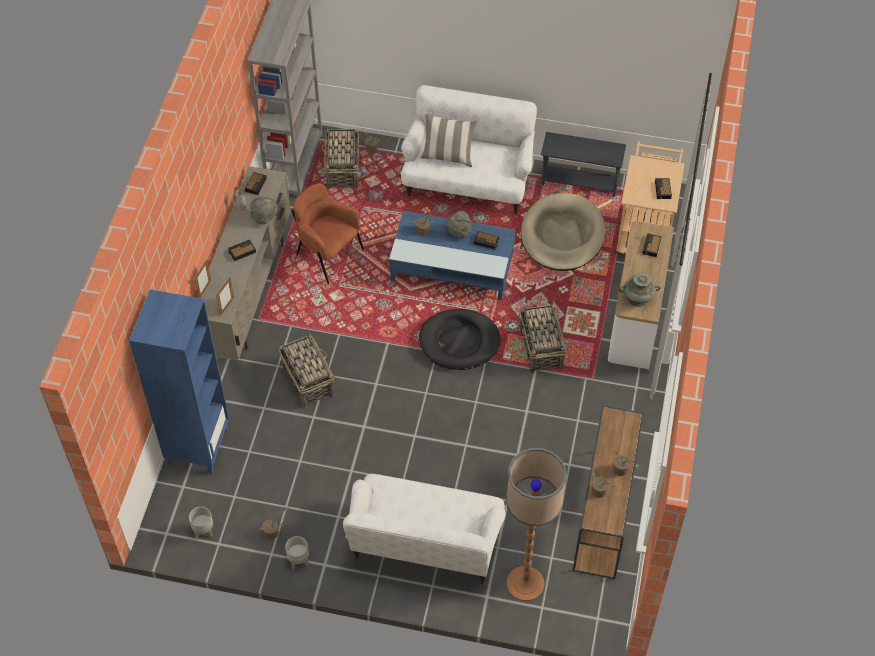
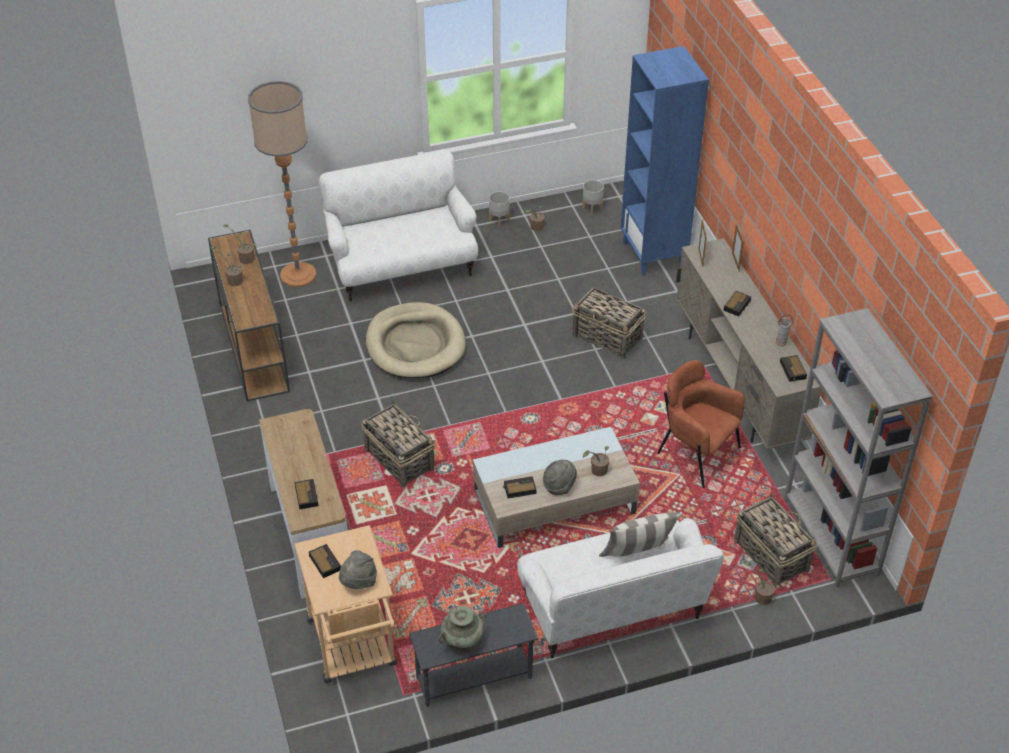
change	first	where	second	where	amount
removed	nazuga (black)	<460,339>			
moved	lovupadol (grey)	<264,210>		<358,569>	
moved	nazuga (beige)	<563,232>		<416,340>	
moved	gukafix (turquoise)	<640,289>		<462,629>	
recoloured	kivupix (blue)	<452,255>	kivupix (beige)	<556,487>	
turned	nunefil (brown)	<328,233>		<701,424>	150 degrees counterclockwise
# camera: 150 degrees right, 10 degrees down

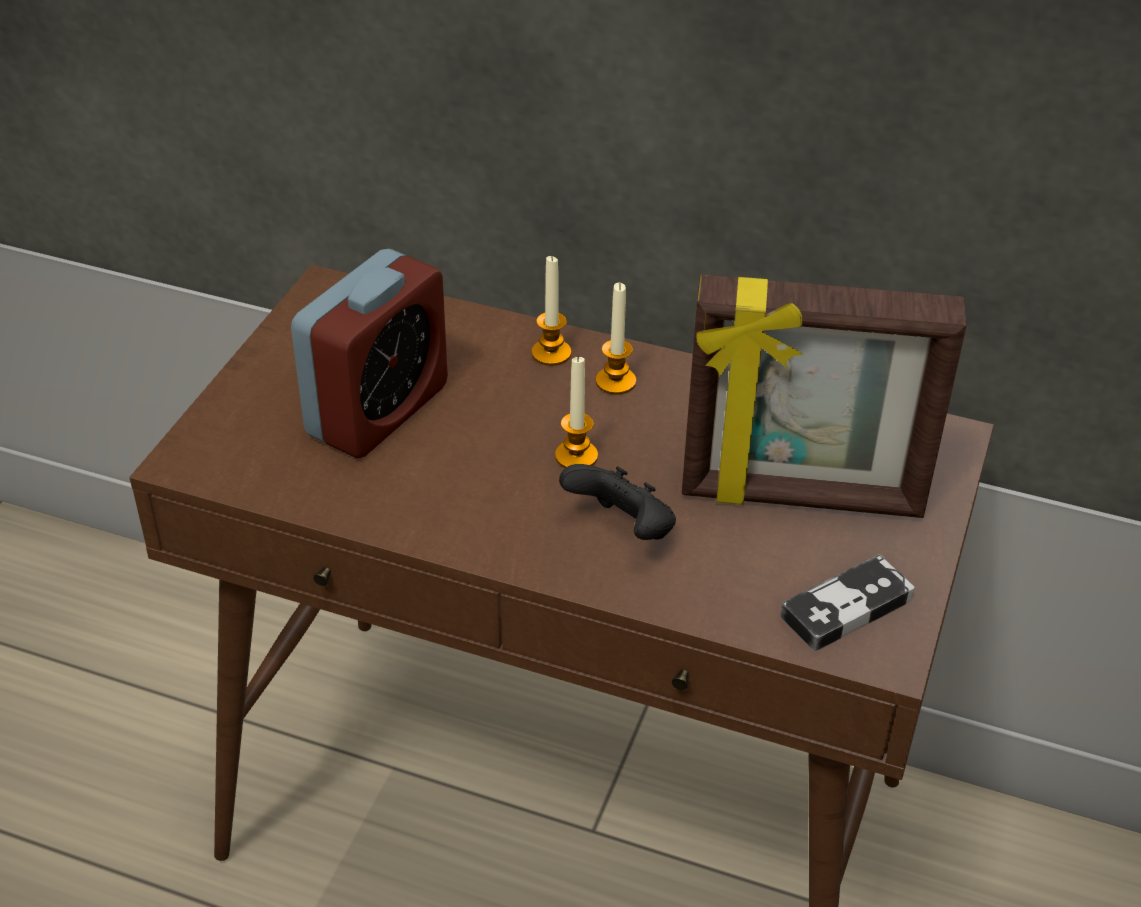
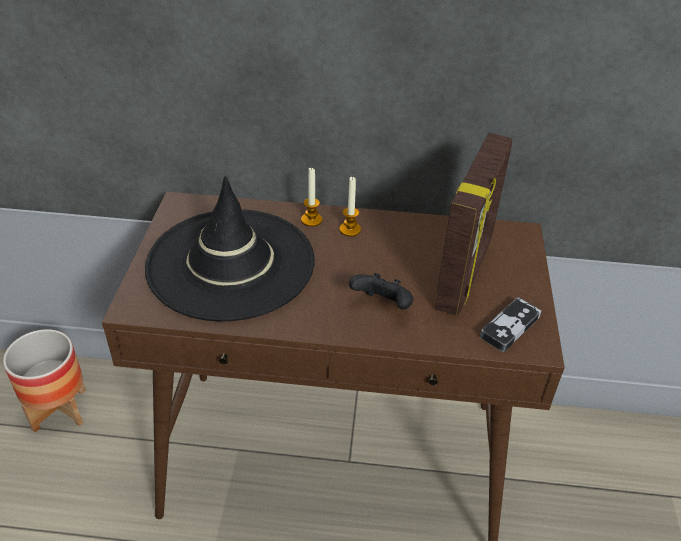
change	first	where	second	where	amount
removed	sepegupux	<576,412>			
added			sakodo	<44,380>	
replaced	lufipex	<369,353>	lovupadol (black)	<230,248>	
turned	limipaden	<824,396>		<473,224>	60 degrees counterclockwise
# camera: 15 degrees left, 0 degrees up

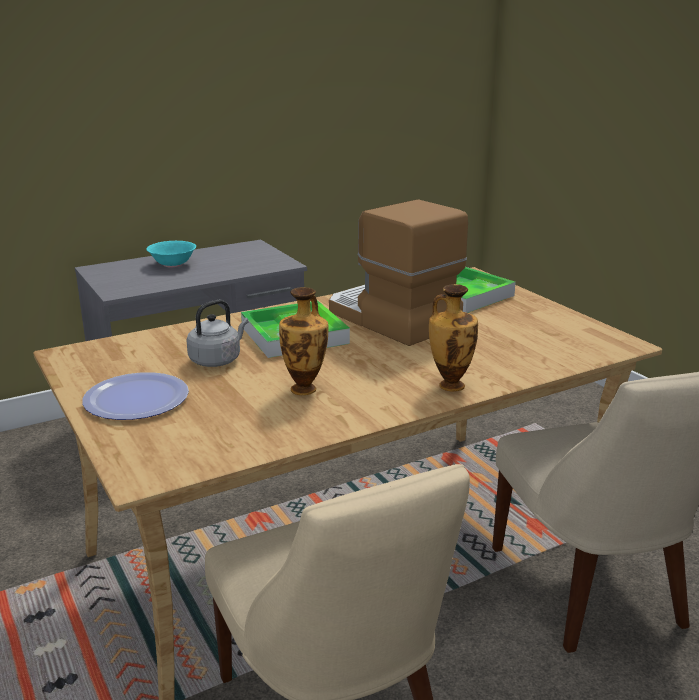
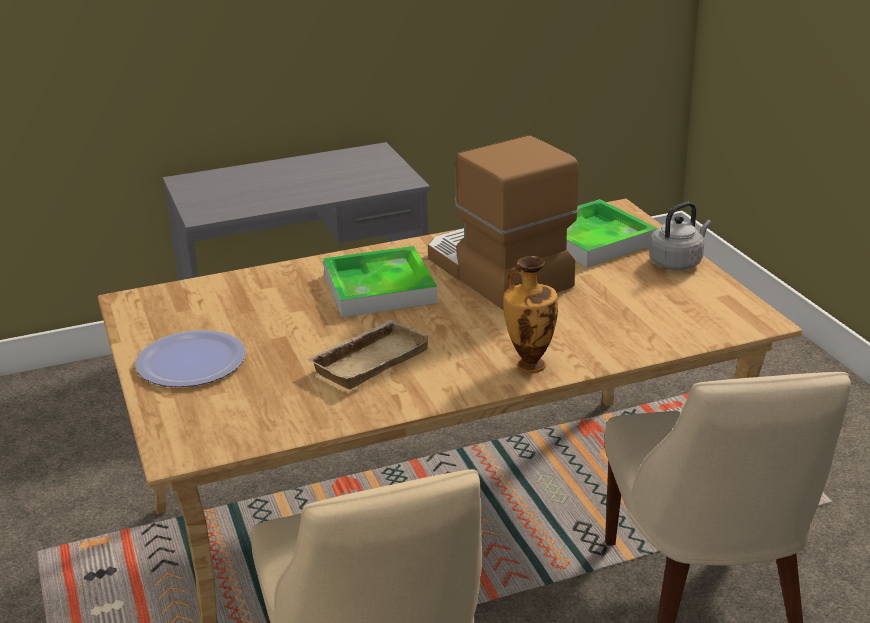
change	first	where	second	where	amount
removed	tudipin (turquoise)	<171,254>			
moved	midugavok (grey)	<217,333>		<680,236>	
replaced	gukafix	<303,341>	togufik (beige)	<369,354>	
# camera: 10 degrees right, 5 degrees up

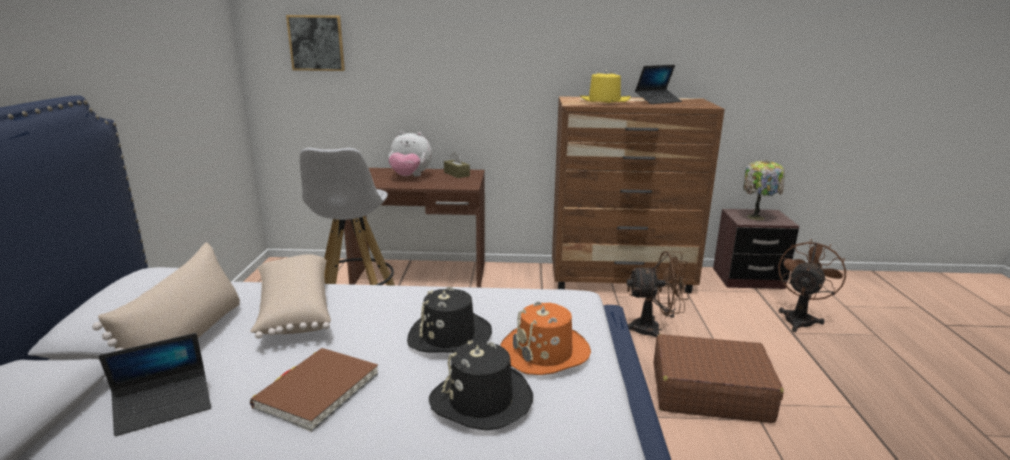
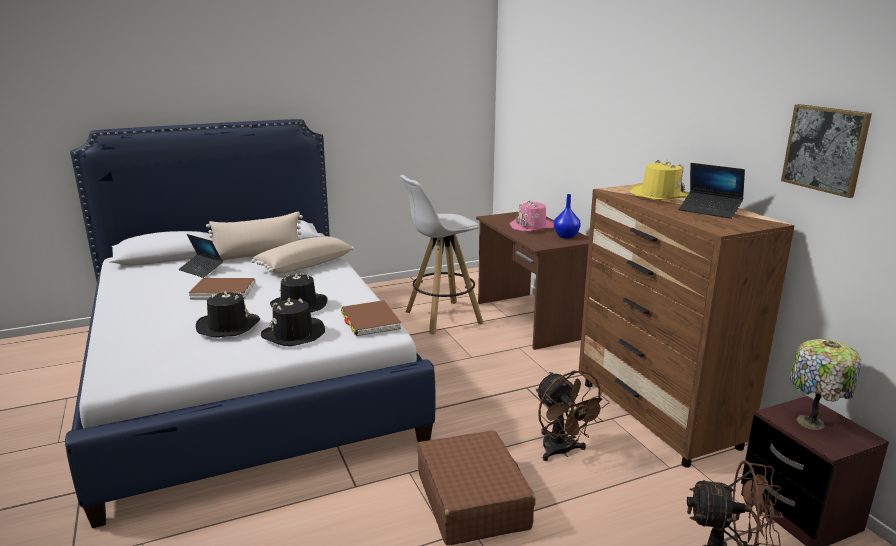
change	first	where	second	where	amount
added			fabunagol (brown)	<371,318>	
moved	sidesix	<315,43>		<826,151>	
replaced	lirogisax	<410,154>	lovupadol (pink)	<532,215>	
replaced	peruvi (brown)	<457,165>	gukafix (blue)	<567,216>	
recoloured	lovupadol (orange)	<545,338>	lovupadol (black)	<293,322>	
# camera: 65 degrees right, 0 degrees up

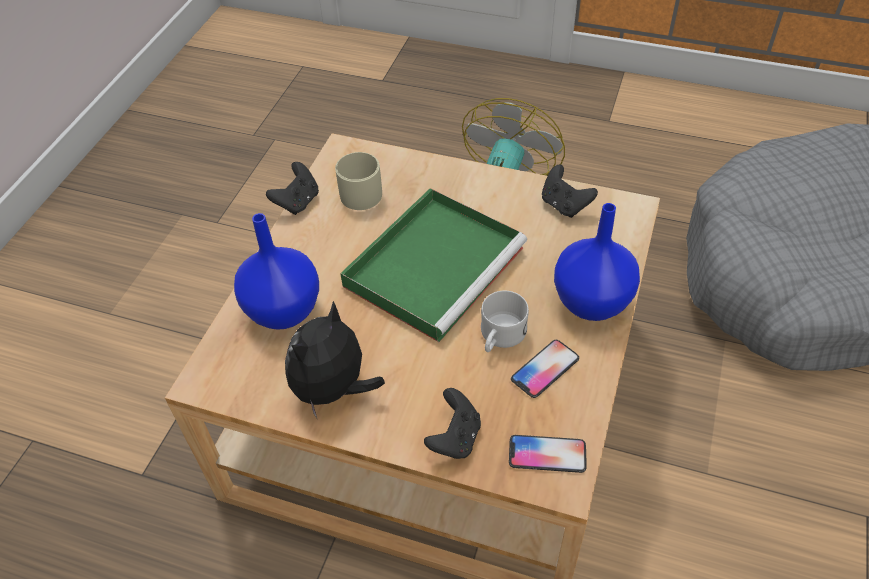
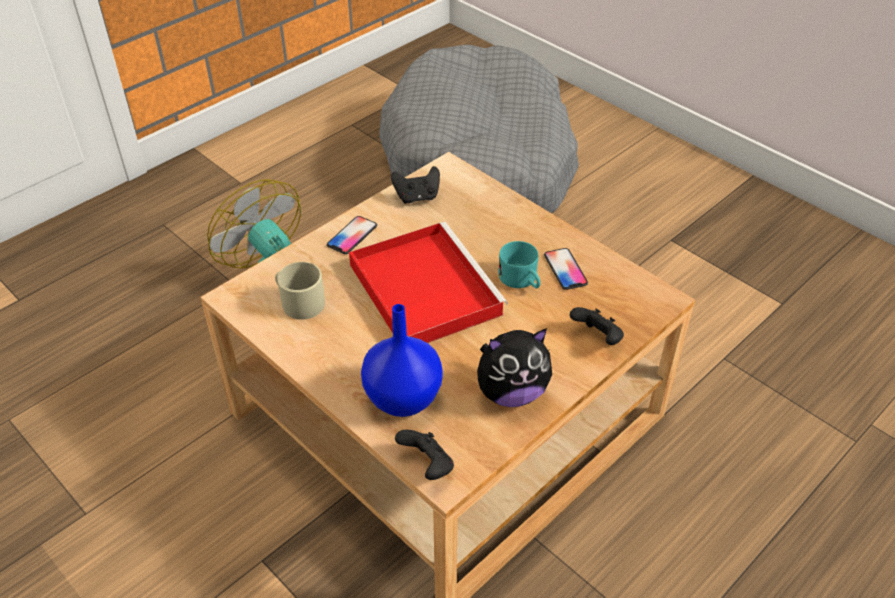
change	first	where	second	where	amount
removed	gukafix (blue)	<597,262>			
moved	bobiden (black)	<292,188>		<424,455>	
moved	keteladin	<548,454>		<352,235>	
recoloured	togufik (green)	<433,265>	togufik (red)	<428,282>	
recoloured	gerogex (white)	<505,321>	gerogex (turquoise)	<519,264>	
turned	lirogisax	<335,359>		<514,367>	75 degrees counterclockwise
# camera: 65 degrees left, 5 degrees down

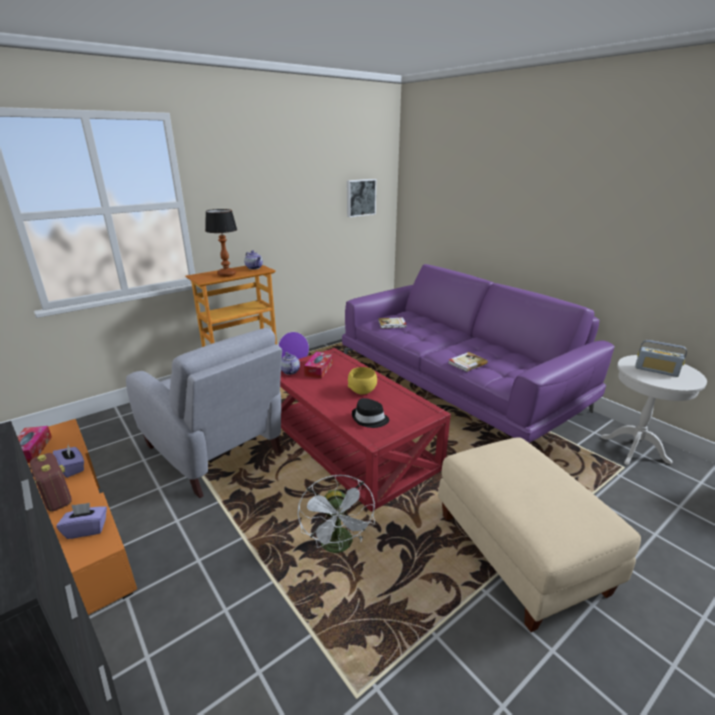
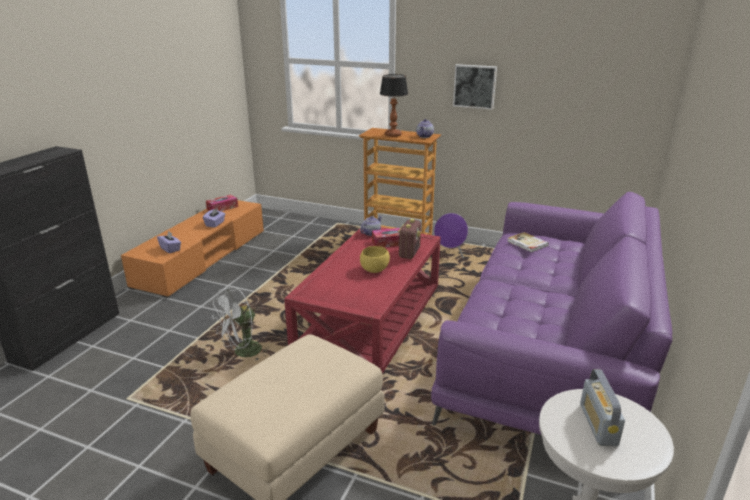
change	first	where	second	where	amount
removed	nunefil (grey)	<204,413>			
removed	lovupadol (black)	<370,413>			
removed	fabunagol	<468,362>			
moved	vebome	<51,482>		<409,239>	
moved	sidesix	<361,198>		<475,86>	
# camera: 60 degrees right, 0 degrees up

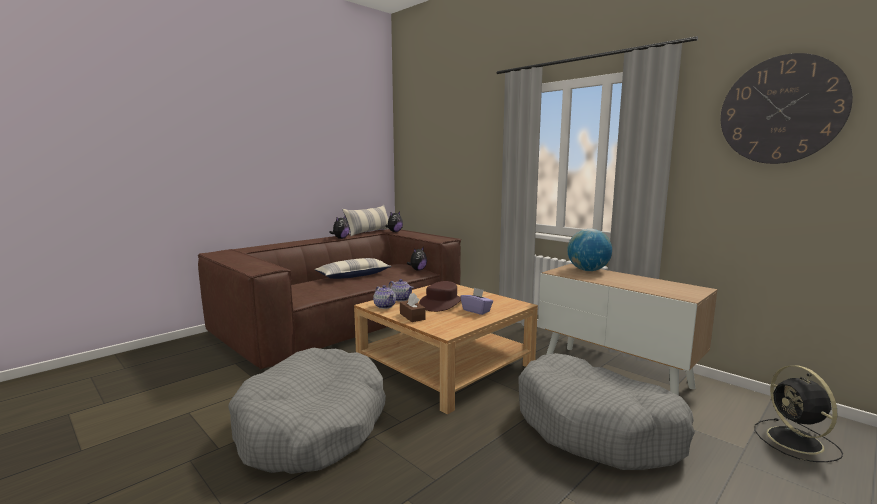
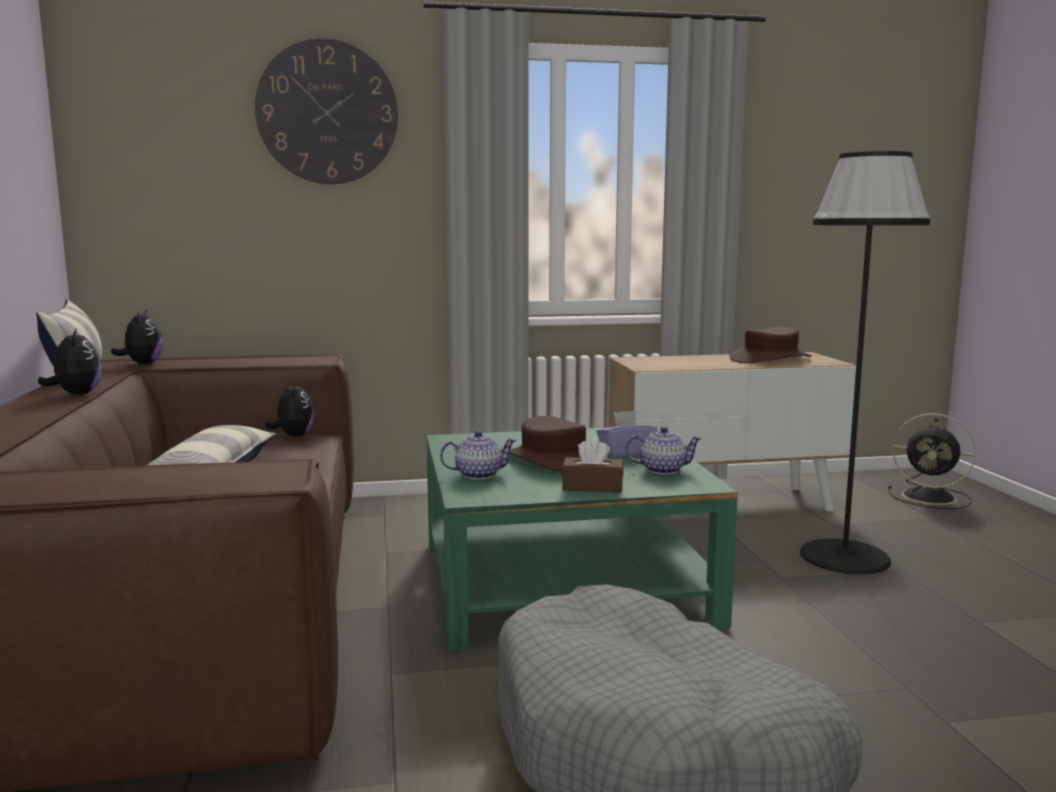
change	first	where	second	where	amount
removed	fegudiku	<589,250>			
added			lovupadol (brown)	<770,345>	
moved	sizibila	<384,297>		<664,450>	
moved	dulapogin	<787,108>		<326,111>	
replaced	nazuga (grey)	<606,411>	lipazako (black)	<865,362>	
recoloured	kivupix (beige)	<446,349>	kivupix (green)	<582,539>	
# camera: 55 degrees left, 0 degrees up

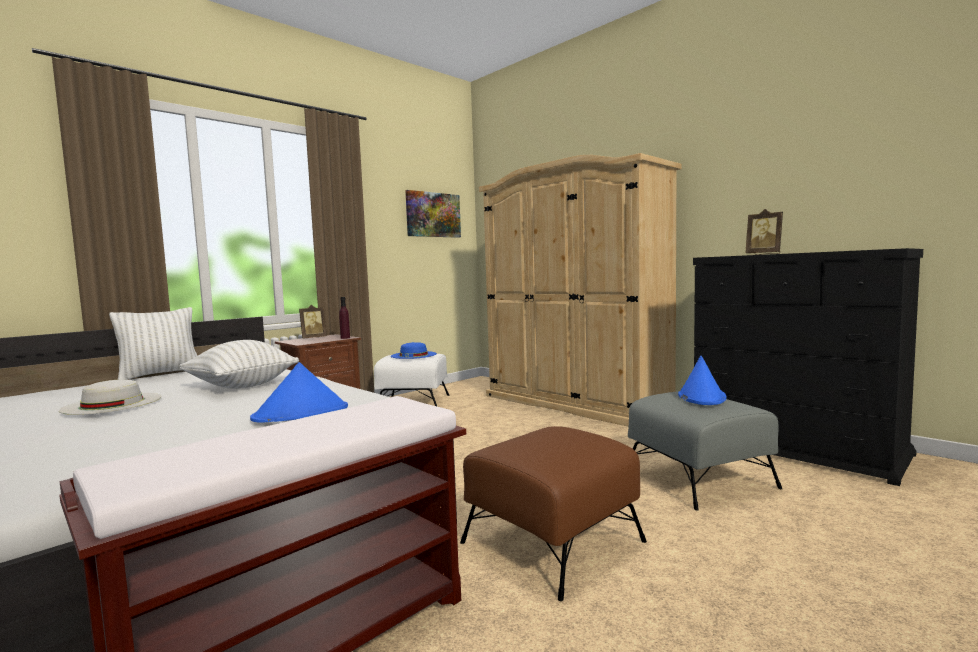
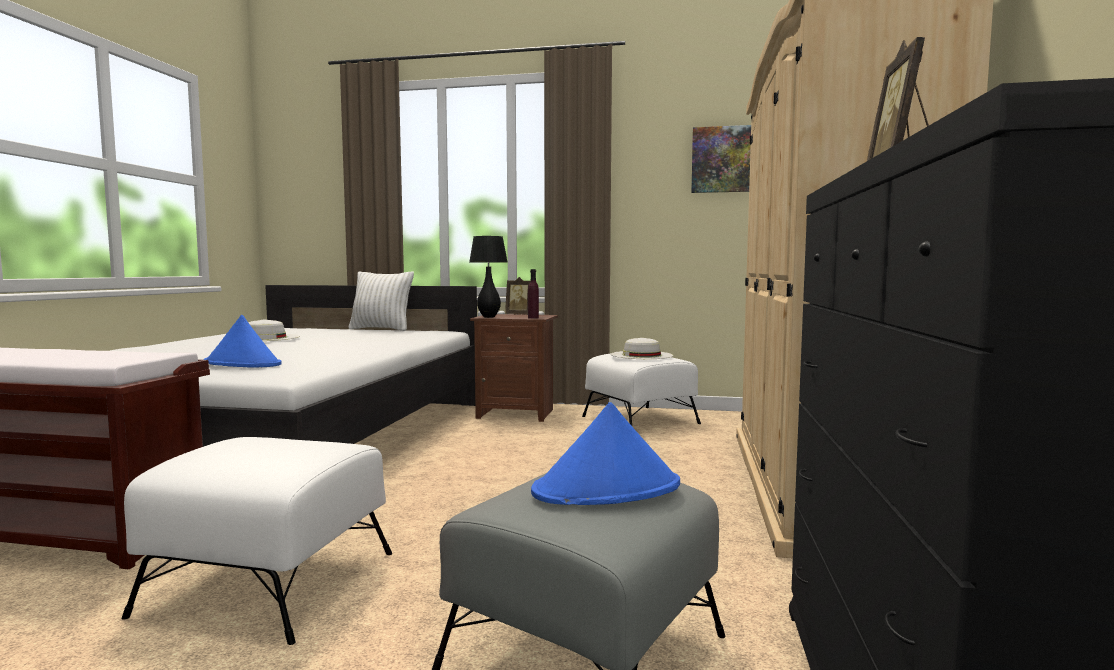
change	first	where	second	where	amount
removed	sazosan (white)	<239,364>			
added			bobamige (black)	<488,277>	
recoloured	lovupadol (blue)	<414,350>	lovupadol (white)	<642,348>	
recoloured	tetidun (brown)	<553,513>	tetidun (white)	<256,541>	
# camera: 55 degrees right, 0 degrees up

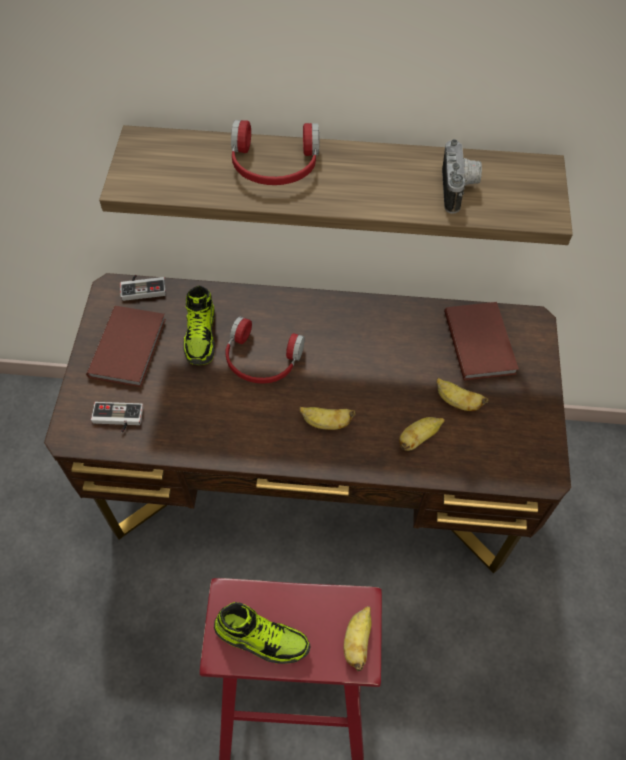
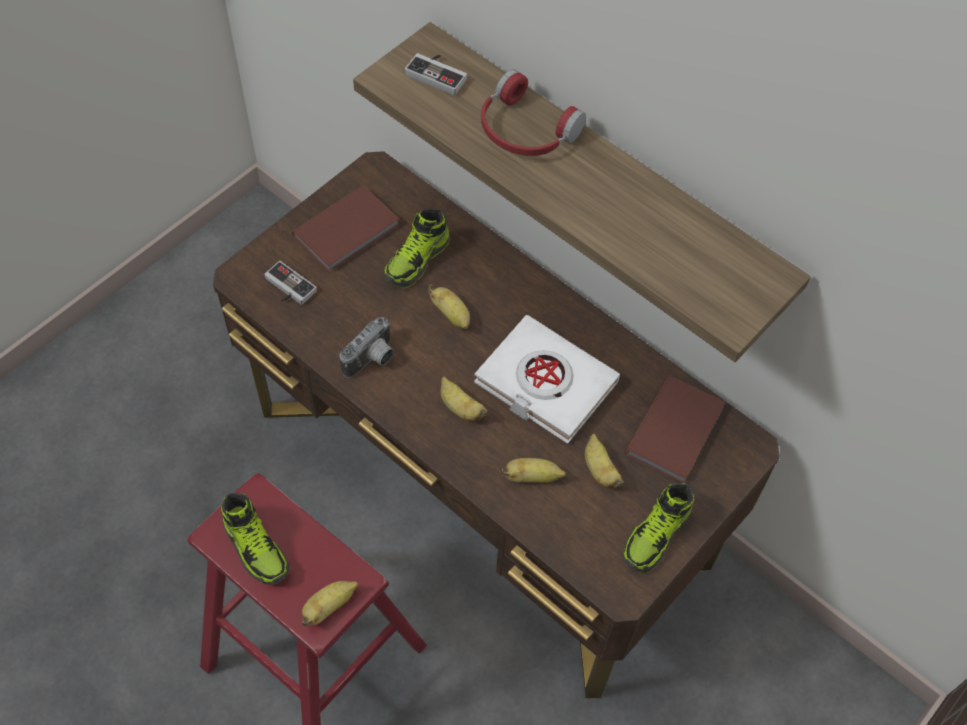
change	first	where	second	where	amount
added			fabunagol (white)	<547,379>	
added			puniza	<658,528>	
moved	bobiden	<143,288>		<436,74>	
moved	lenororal	<462,176>		<366,347>	
replaced	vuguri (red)	<265,350>	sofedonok	<449,307>	
# camera: 35 degrees right, 0 degrees up

